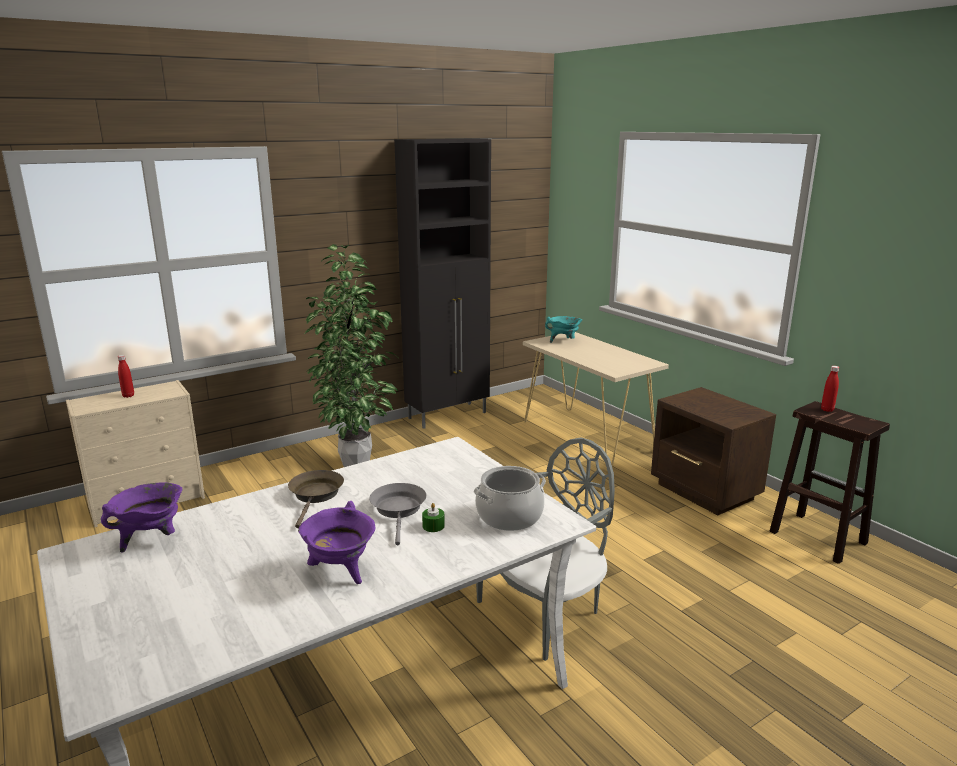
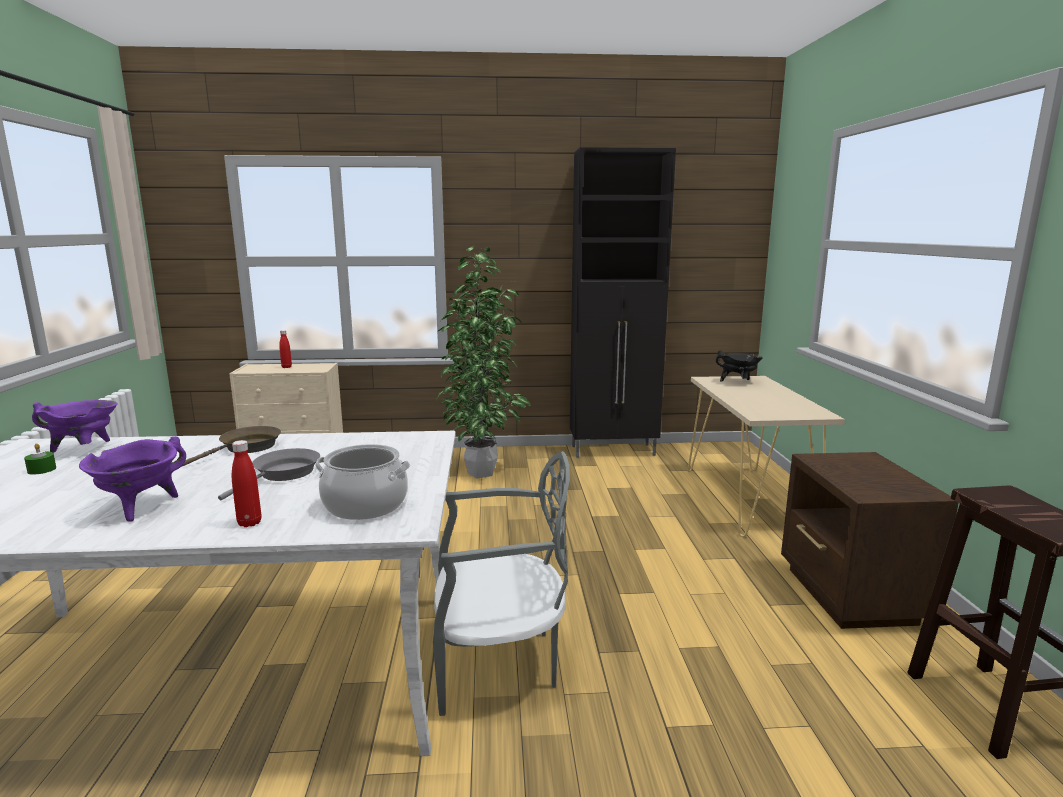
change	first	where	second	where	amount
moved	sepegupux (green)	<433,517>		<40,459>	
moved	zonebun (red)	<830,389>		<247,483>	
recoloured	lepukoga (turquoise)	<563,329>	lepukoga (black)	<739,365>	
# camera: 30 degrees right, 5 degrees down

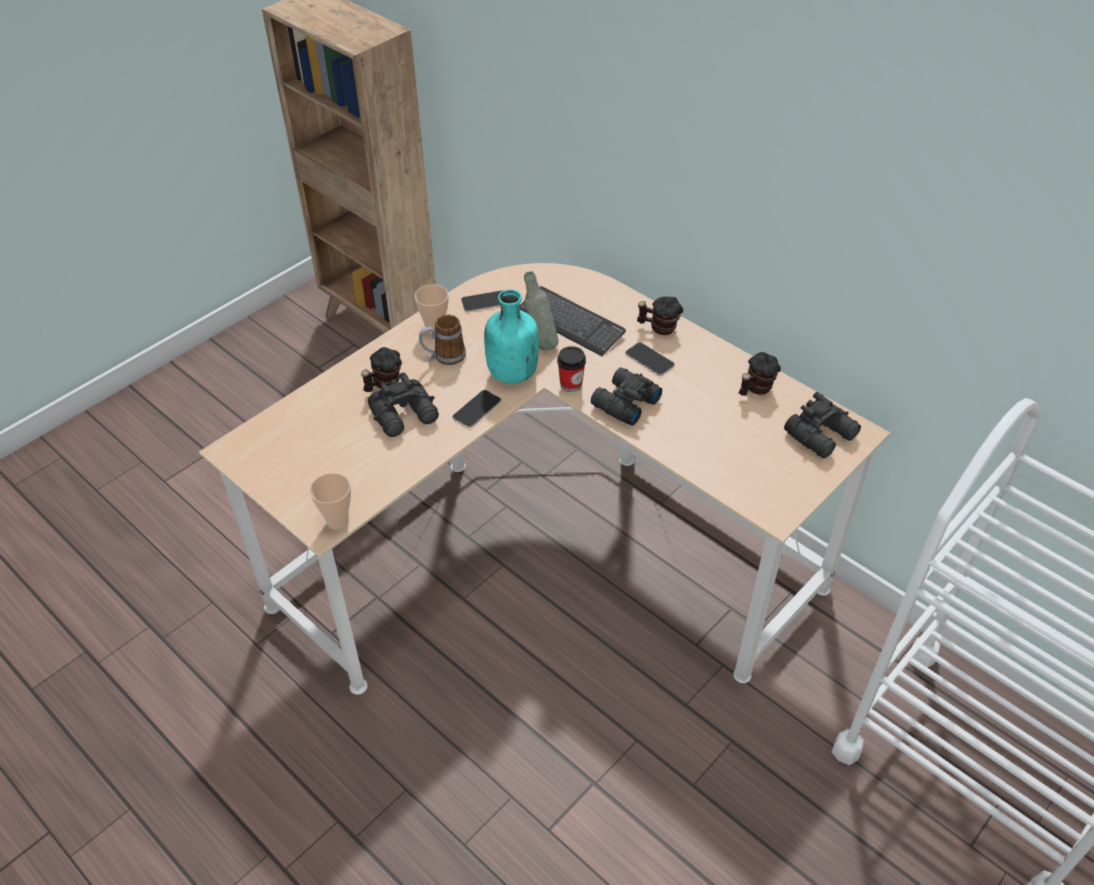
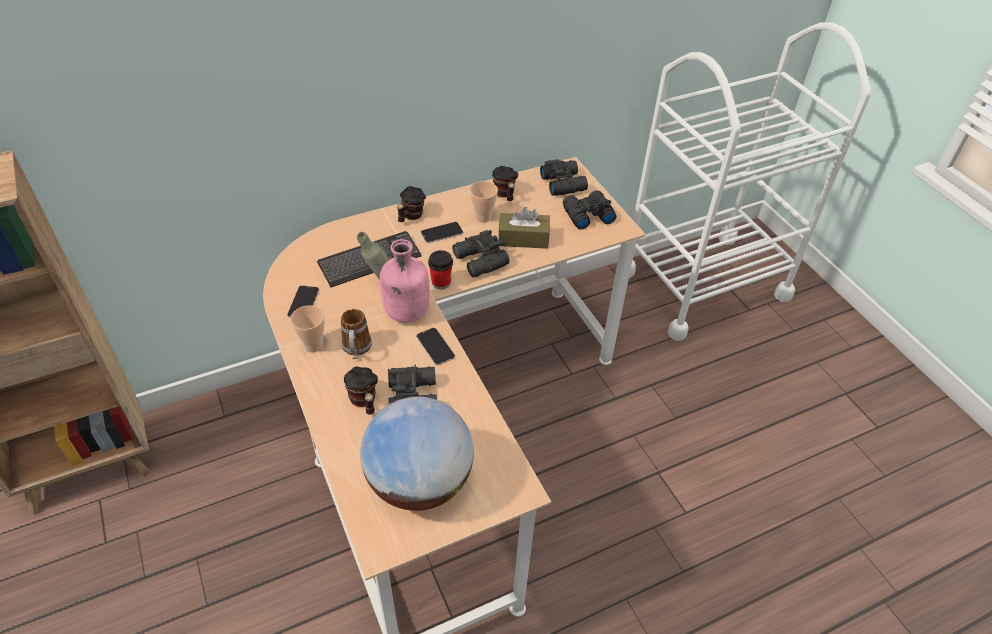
change	first	where	second	where	amount
added			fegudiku	<417,454>	
added			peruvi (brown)	<524,228>	
added			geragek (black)	<589,210>	
moved	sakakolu	<330,501>		<484,202>	
recoloured	zonebun (turquoise)	<511,336>	zonebun (pink)	<405,281>	
# camera: 70 degrees left, 0 degrees up

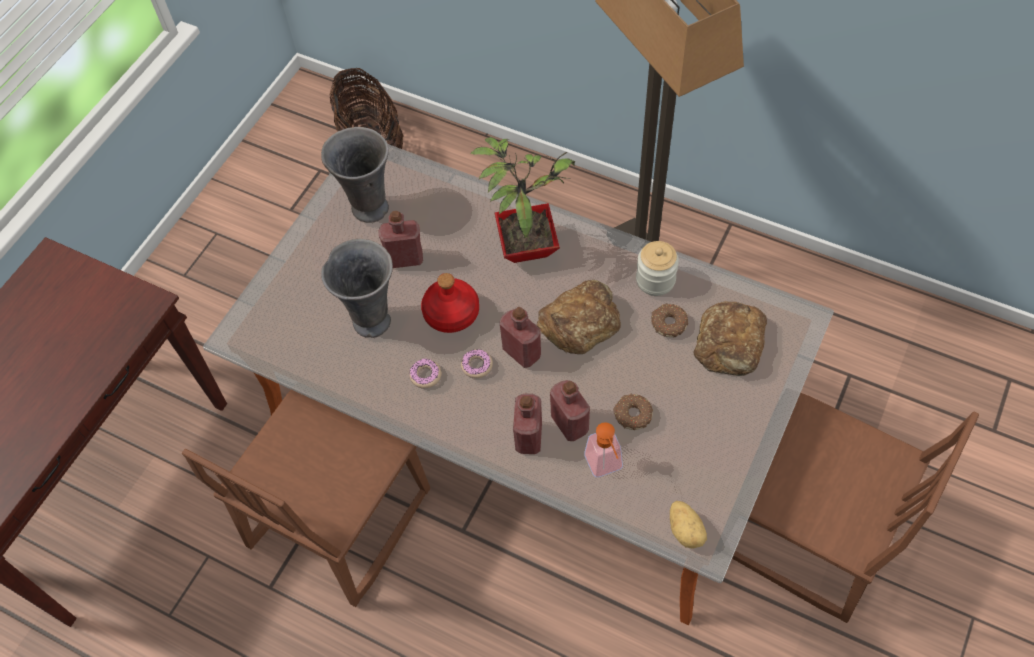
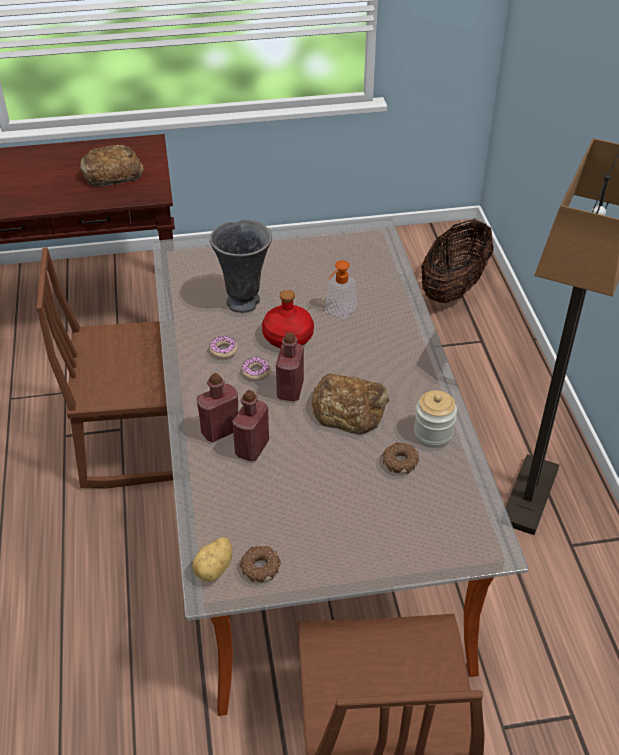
change	first	where	second	where	amount
removed	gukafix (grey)	<355,175>			
removed	zonebun (red)	<401,239>			
removed	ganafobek	<522,200>			
moved	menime	<603,449>		<341,289>	
moved	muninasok	<633,412>		<260,564>	
moved	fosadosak	<730,338>		<112,166>	
# camera: 50 degrees right, 15 degrees down

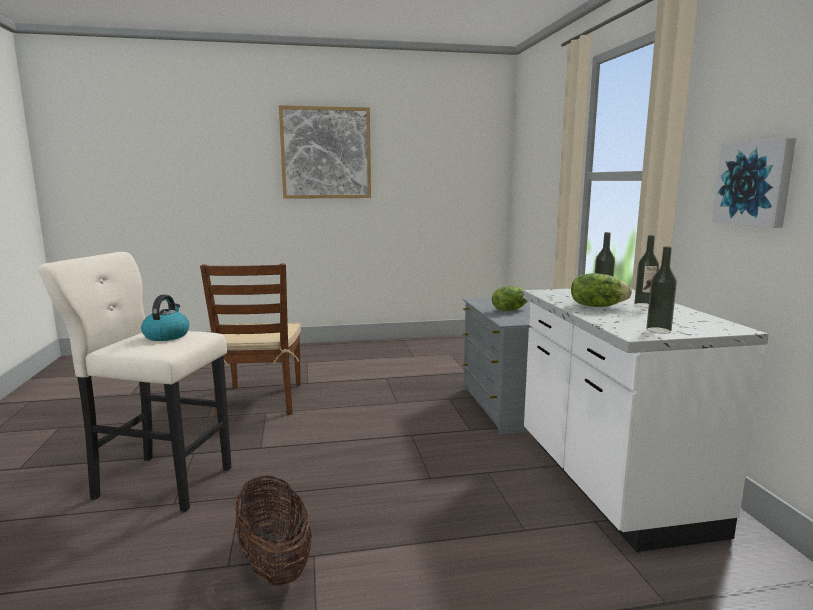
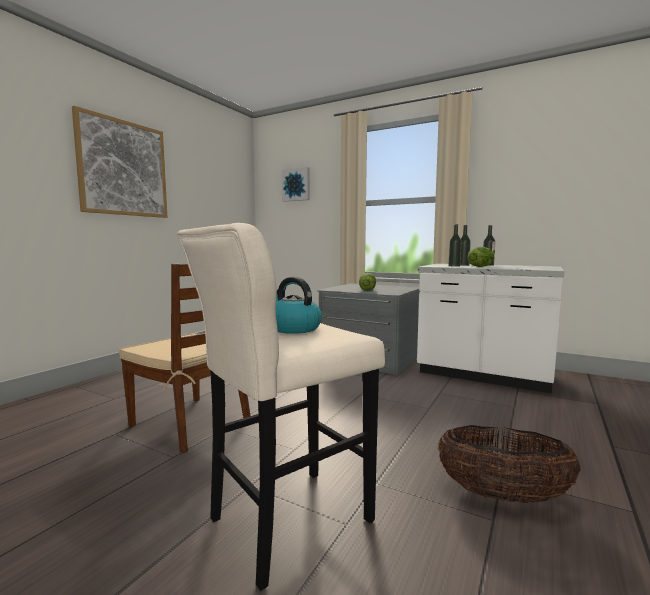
change	first	where	second	where	amount
moved	zonebun	<661,290>		<454,245>	
moved	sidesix	<754,183>		<296,184>	
# camera: 50 degrees left, 5 degrees down

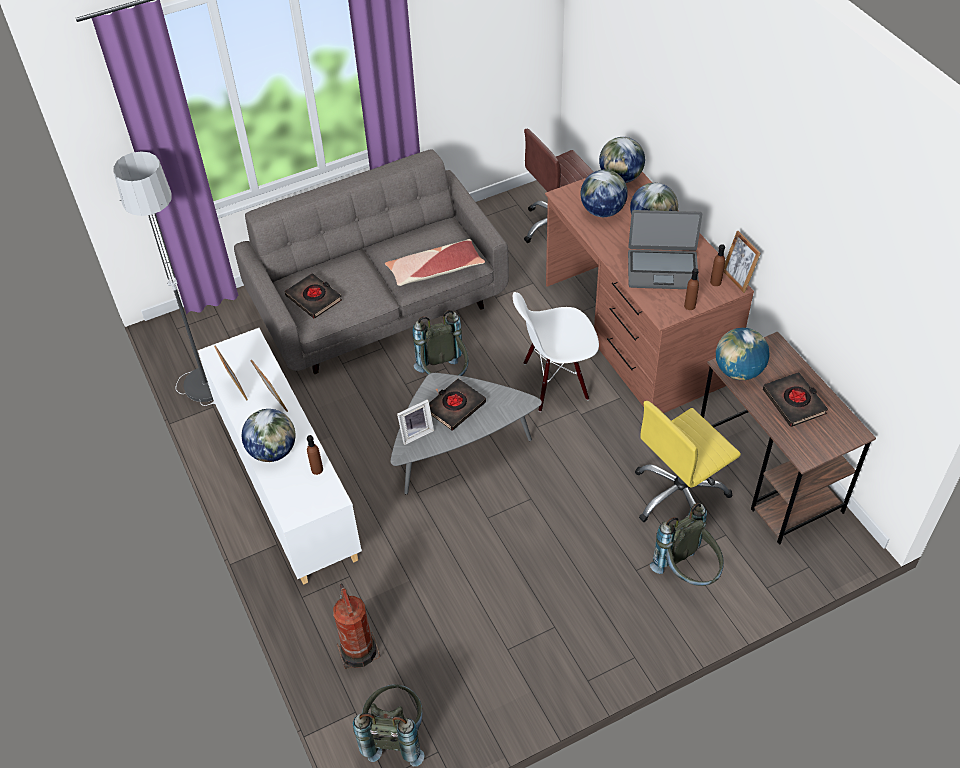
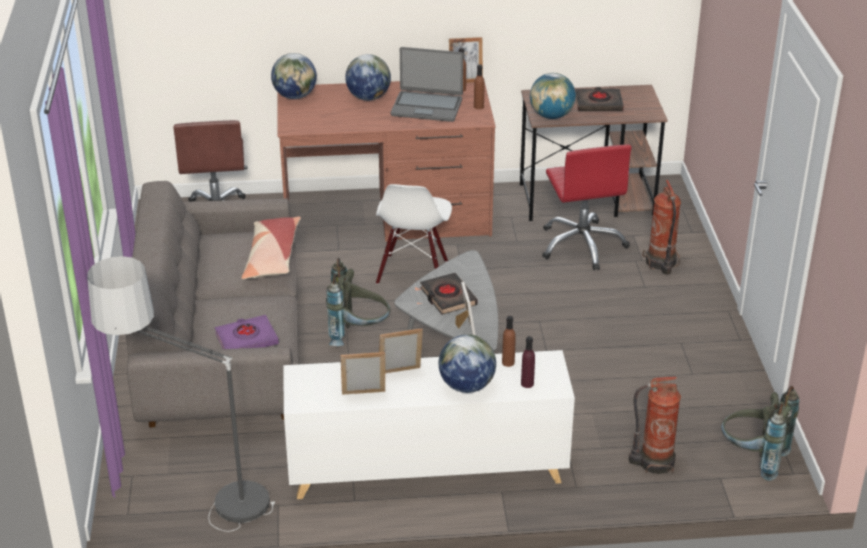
change	first	where	second	where	amount
removed	fegudiku	<604,193>			
added			zonebun (purple)	<528,362>	
replaced	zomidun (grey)	<687,544>	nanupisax	<662,227>	
recoloured	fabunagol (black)	<313,296>	fabunagol (purple)	<247,332>	
recoloured	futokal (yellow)	<688,461>	futokal (red)	<586,207>	
turned	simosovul	<665,249>		<427,84>	75 degrees clockwise
# camera: 70 degrees left, 15 degrees down

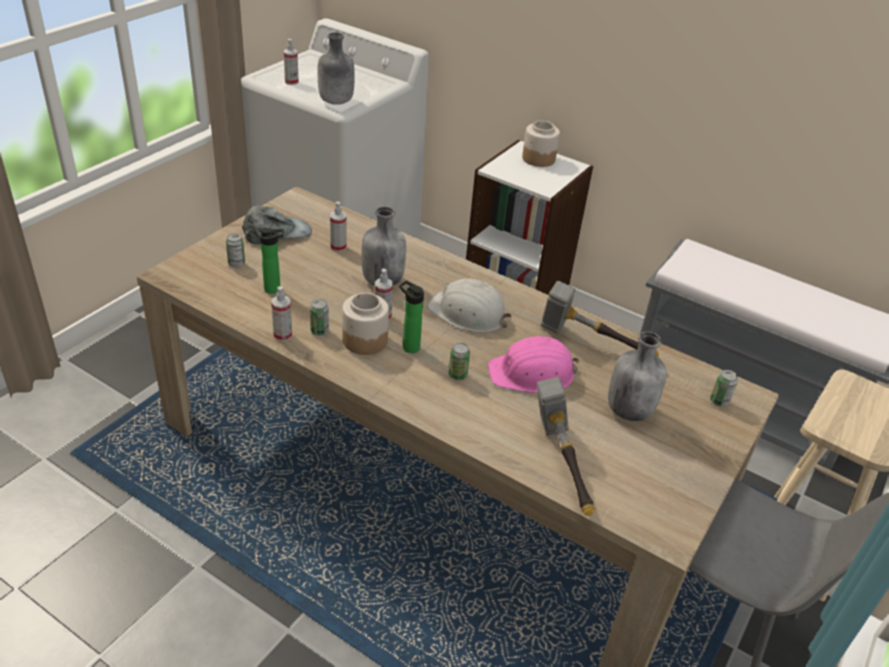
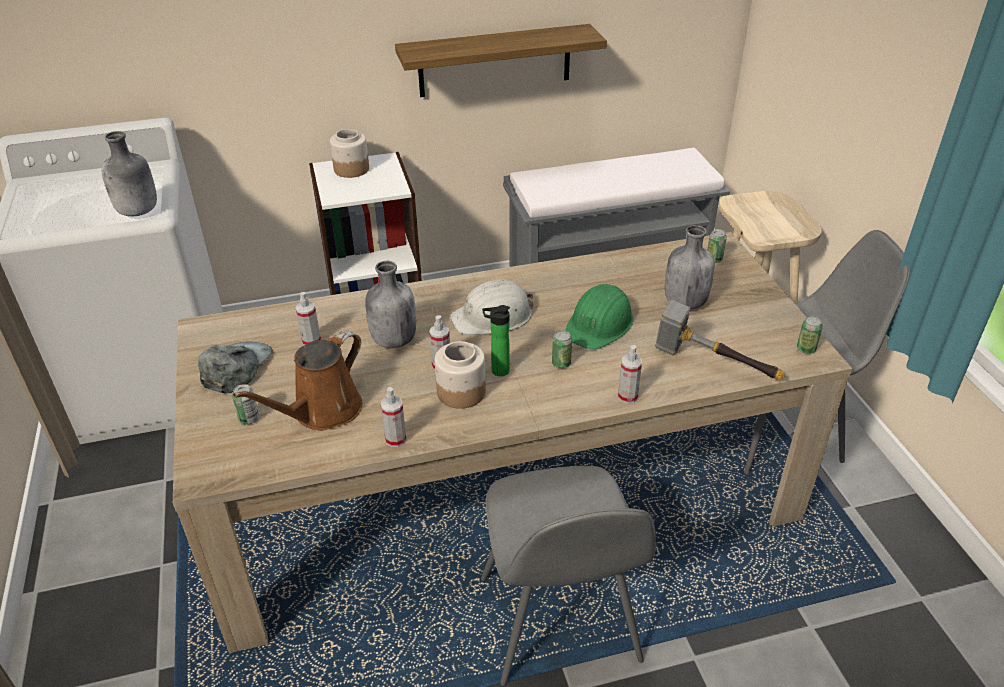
change	first	where	second	where	amount
removed	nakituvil	<600,319>			
added			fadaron	<501,60>	
added			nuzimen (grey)	<568,576>	
moved	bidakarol	<291,62>		<630,374>	
moved	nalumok	<319,317>		<810,335>	
replaced	zonebun	<271,261>	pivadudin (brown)	<297,380>	
recoloured	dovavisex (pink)	<533,364>	dovavisex (green)	<599,317>	
# camera: 45 degrees left, 0 degrees up

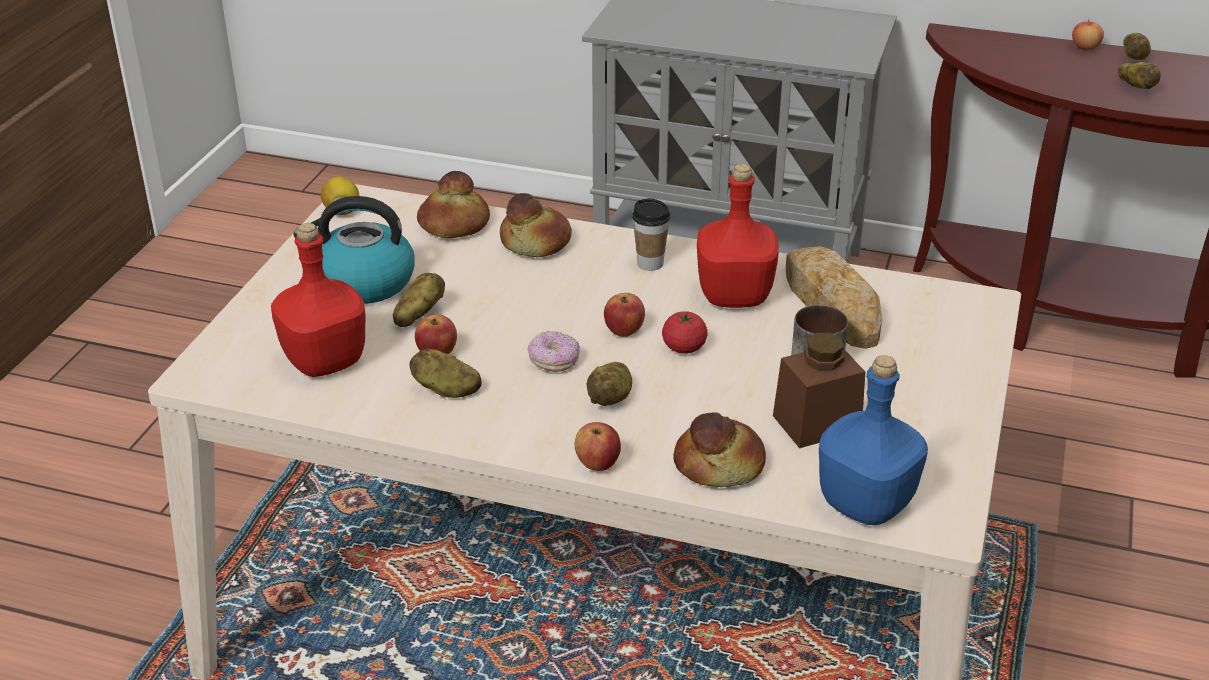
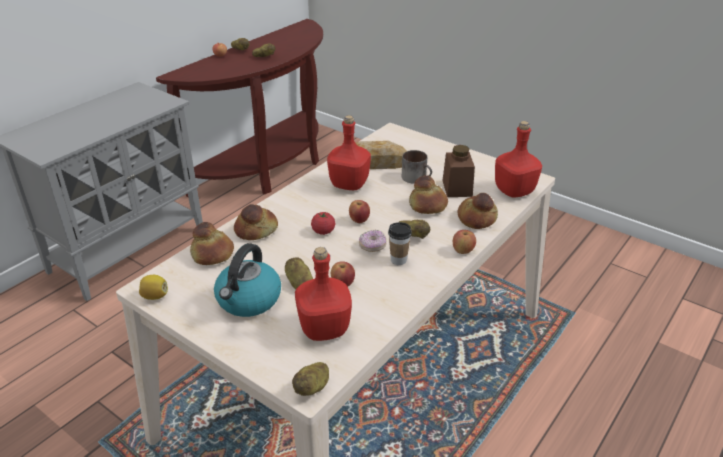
change	first	where	second	where	amount
added			fosadosak	<428,194>	
moved	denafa	<446,373>		<310,379>	
moved	sakakolu	<651,234>		<400,243>	
moved	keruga	<684,332>		<323,223>	
recoloured	zonebun (blue)	<873,440>	zonebun (red)	<518,159>	
# camera: 70 degrees left, 0 degrees up

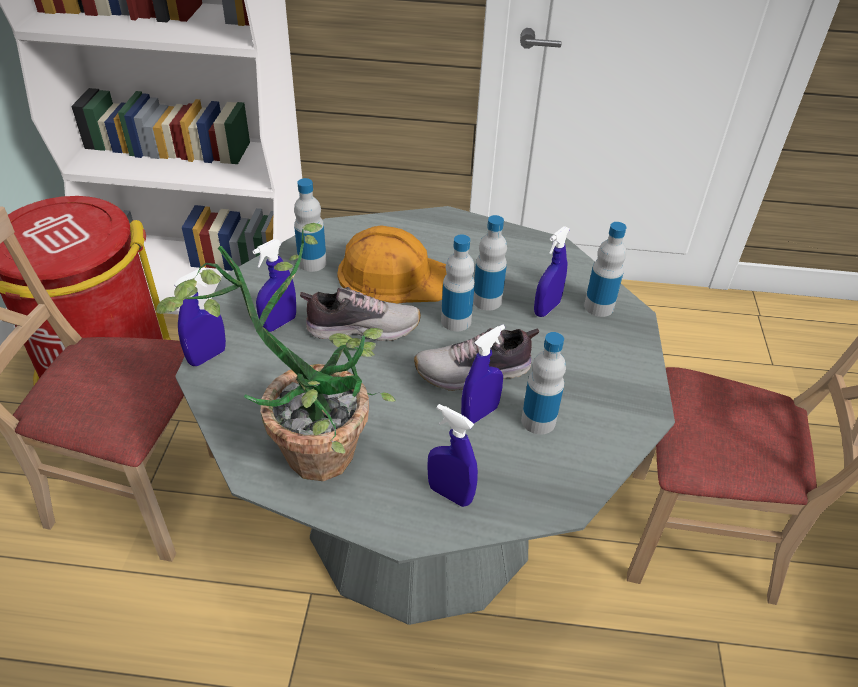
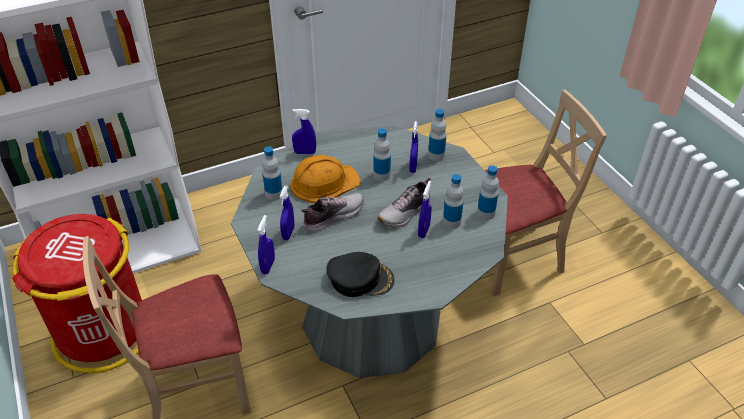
change	first	where	second	where	amount
moved	bidakarol (blue)	<452,455>		<304,131>	
moved	zonebun	<458,283>		<488,192>	
replaced	ganafobek	<276,352>	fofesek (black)	<360,274>	
# camera: 30 degrees left, 0 degrees up

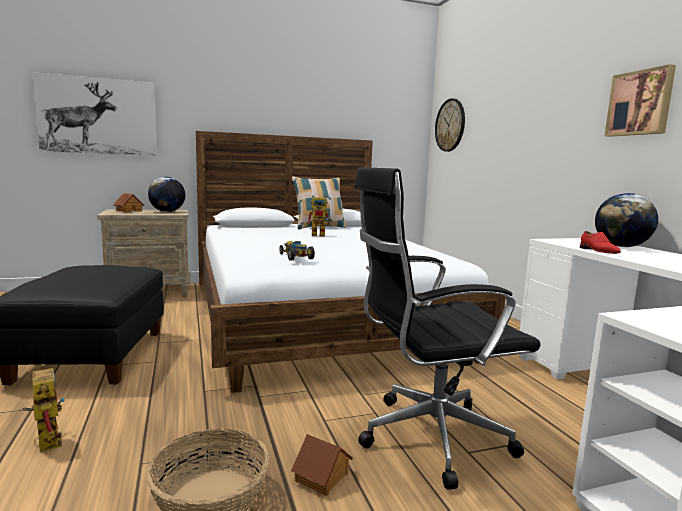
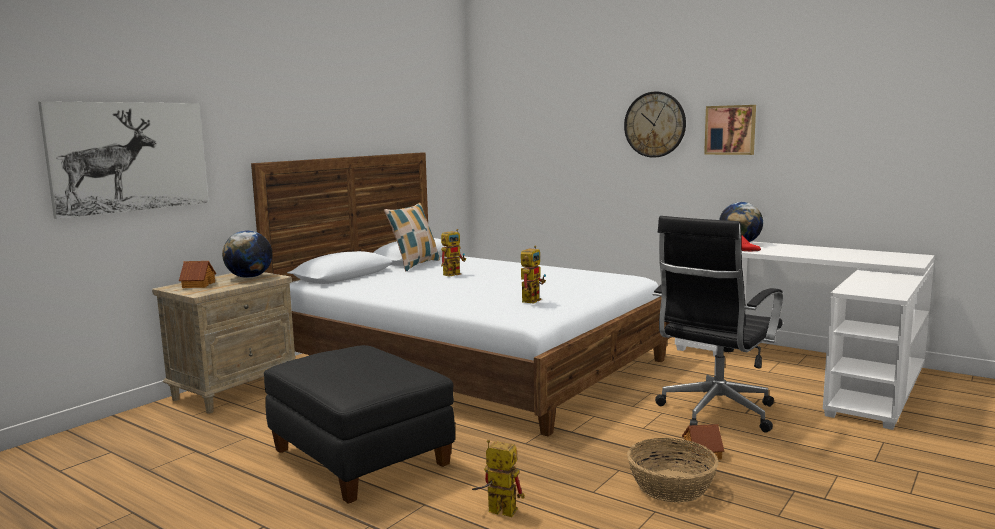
change	first	where	second	where	amount
moved	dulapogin	<450,125>		<655,125>	
replaced	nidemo	<297,251>	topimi	<533,274>	
# camera: 35 degrees left, 0 degrees up

